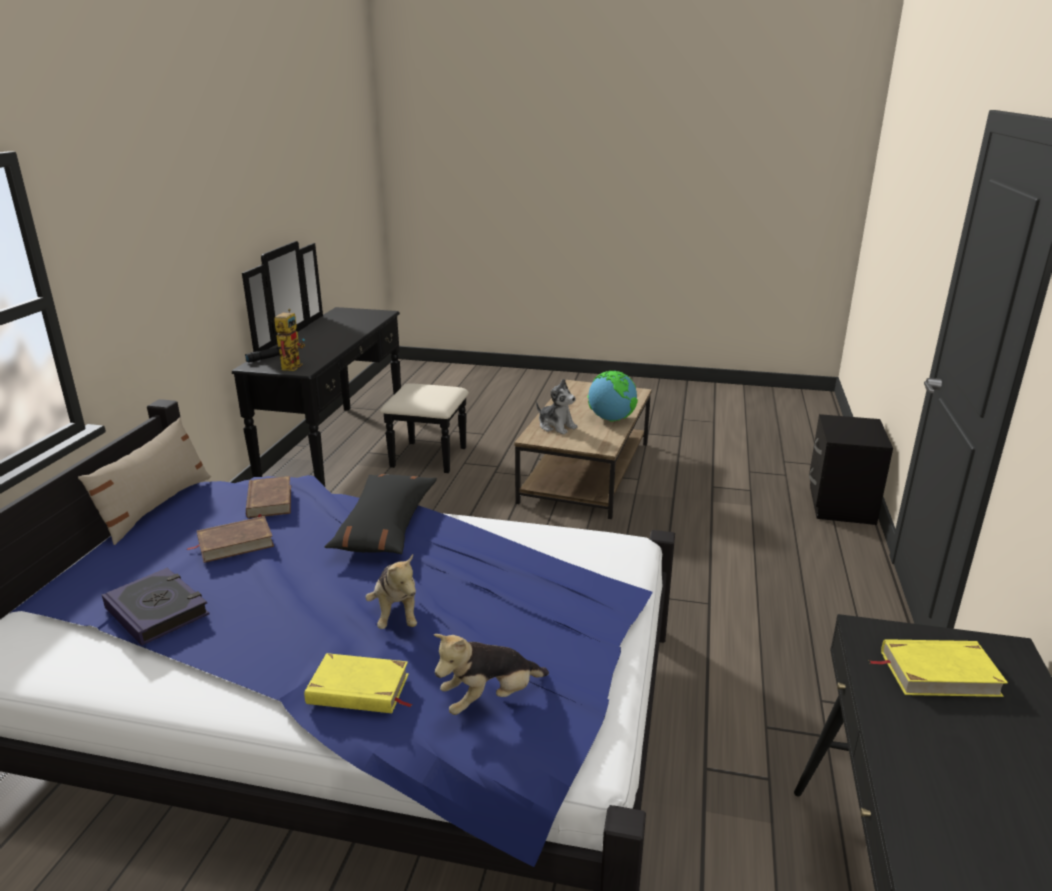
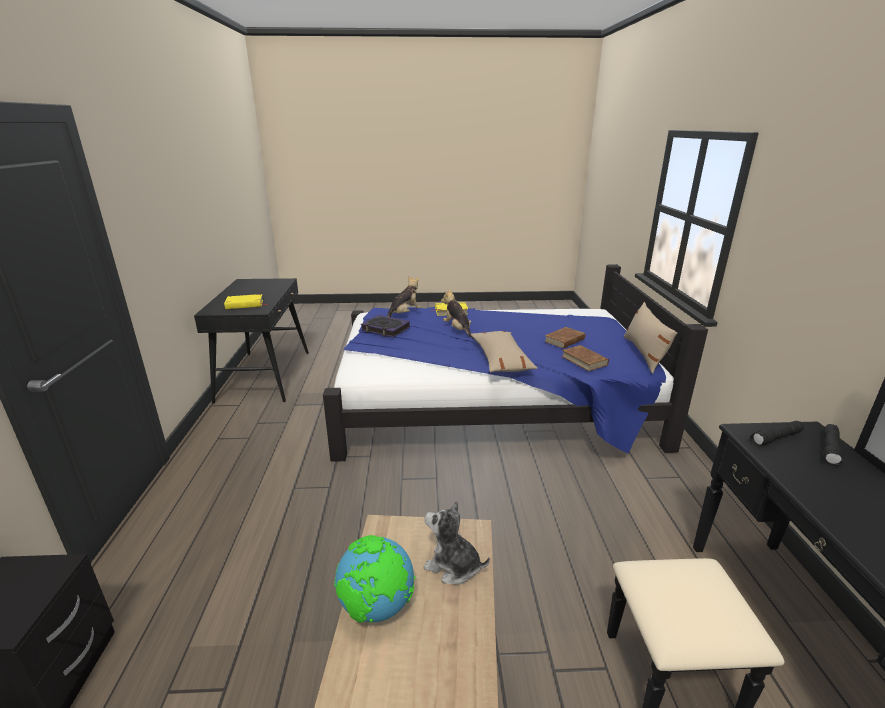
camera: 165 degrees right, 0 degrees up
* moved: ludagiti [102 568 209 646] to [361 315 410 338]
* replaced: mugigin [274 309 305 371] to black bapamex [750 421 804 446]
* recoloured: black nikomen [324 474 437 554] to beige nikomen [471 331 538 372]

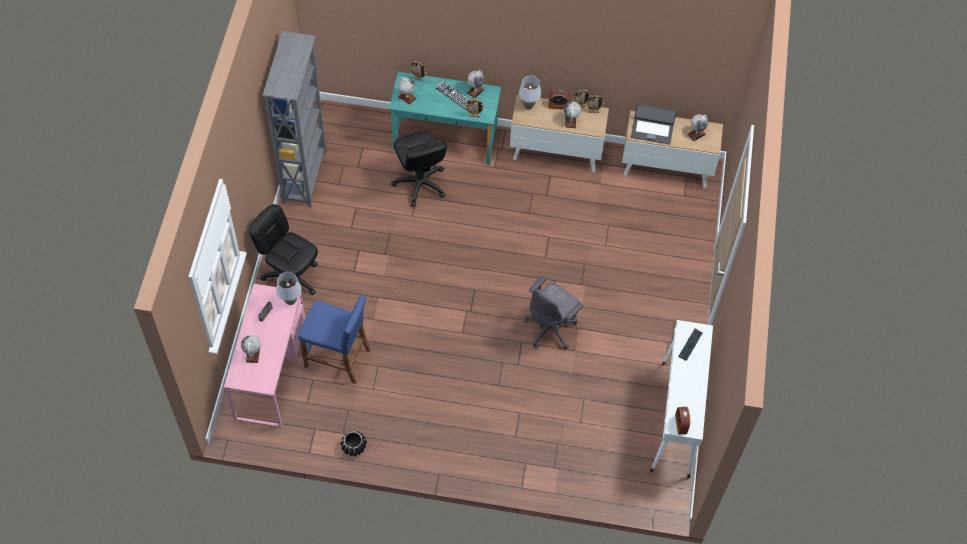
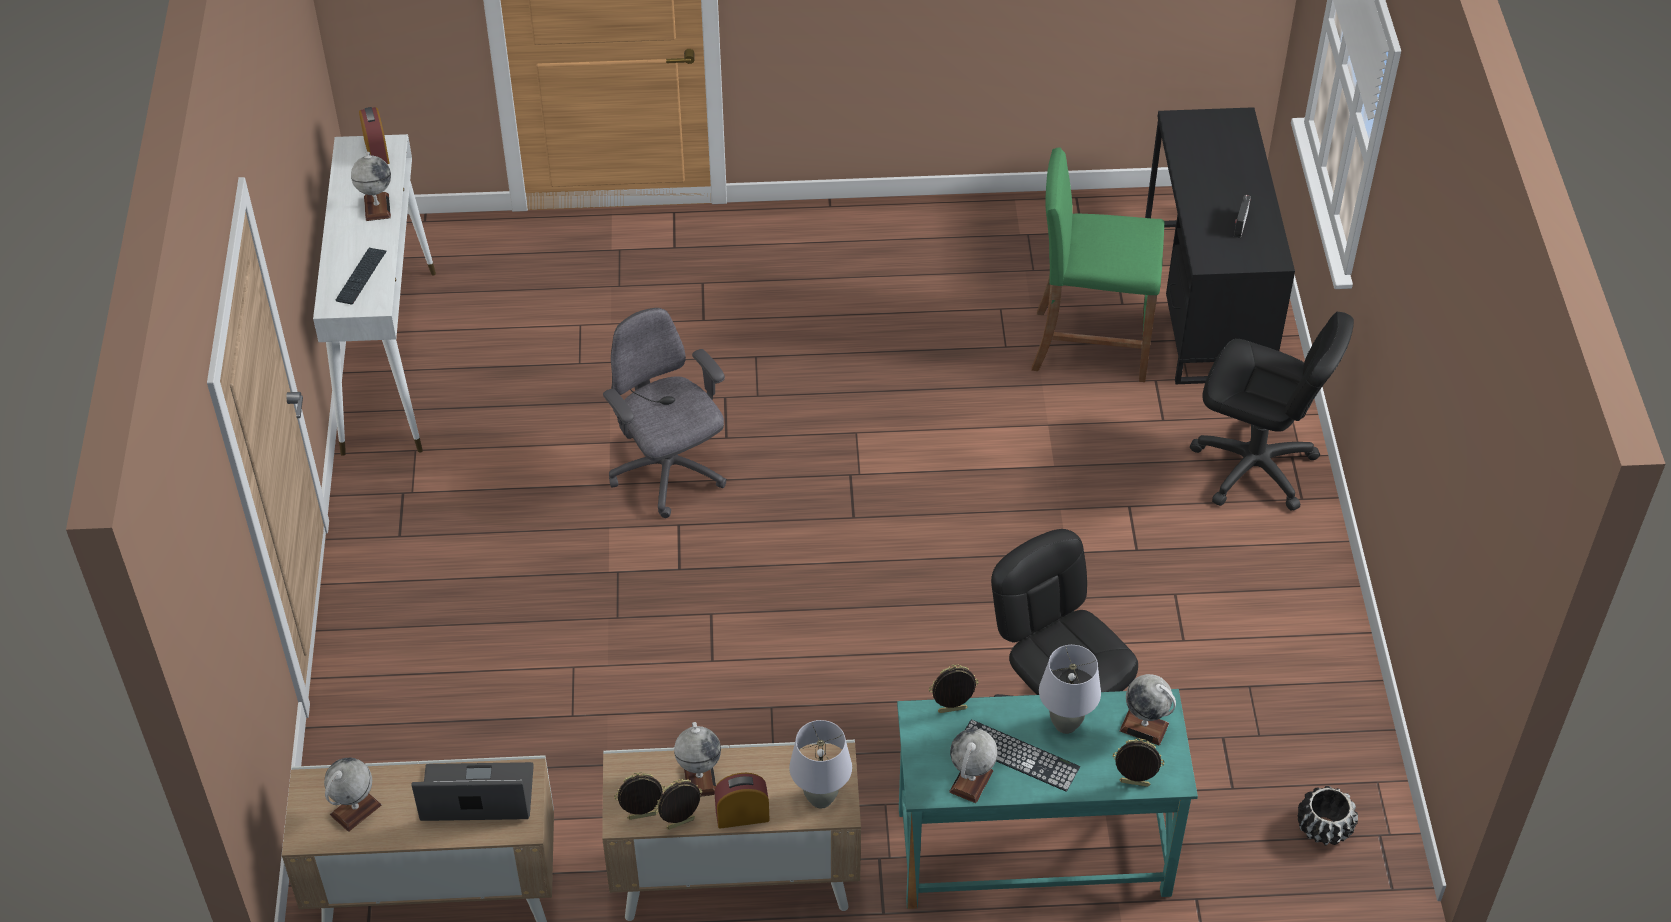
camera: 170 degrees right, 10 degrees down
* removed: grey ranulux [263 31 326 207]
* moved: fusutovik [241 335 261 363] to [351 152 391 221]
* moved: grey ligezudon [276 272 301 305] to [1039 645 1101 734]
* moved: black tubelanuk [341 431 367 456] to [1298 786 1358 846]
* recoloured: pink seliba [224 284 306 428] to black seliba [1145 107 1295 384]
* recoloured: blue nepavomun [298 295 371 384] to green nepavomun [1031 147 1165 382]
* turned: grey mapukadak [523 276 583 349] = [603 308 727 518] 60 degrees counterclockwise

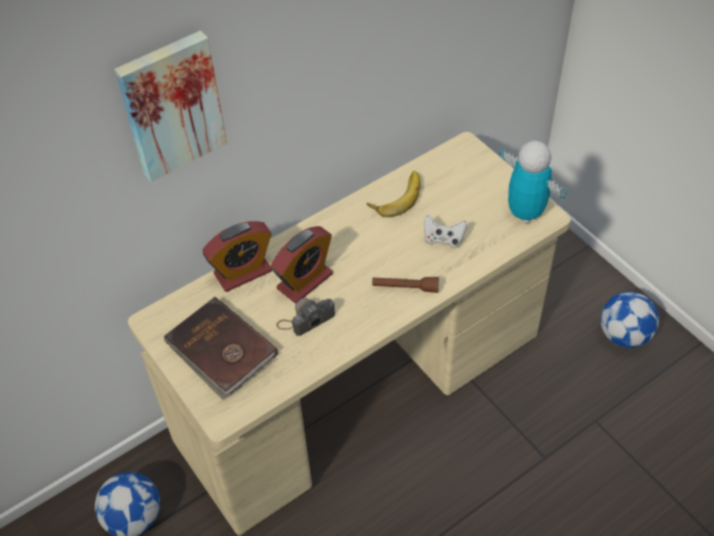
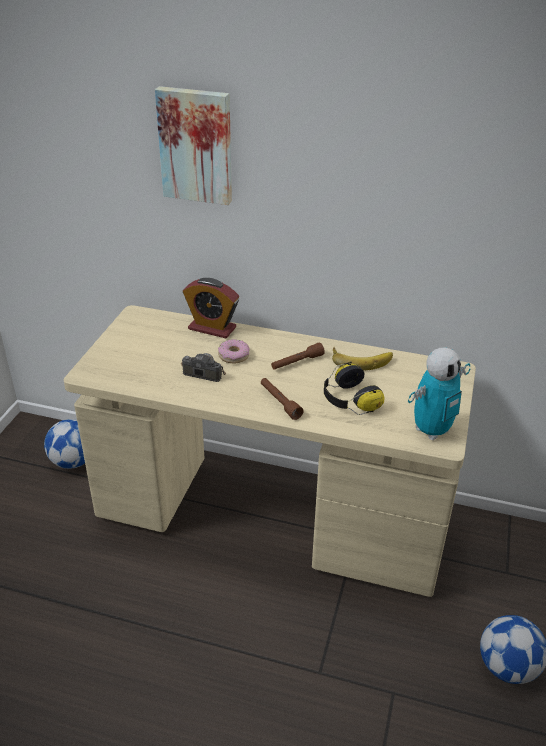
camera: 50 degrees right, 15 degrees down
* removed: brown ludagiti [163 297 278 400]
* added: brown bapamex [271 342 325 370]
* replaced: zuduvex [271 226 333 303] to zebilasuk [218 339 249 363]
* replaced: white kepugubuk [424 215 467 248] to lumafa [324 362 385 415]
* turned: mugigin [499 141 567 224] = [408 348 471 440] 45 degrees clockwise

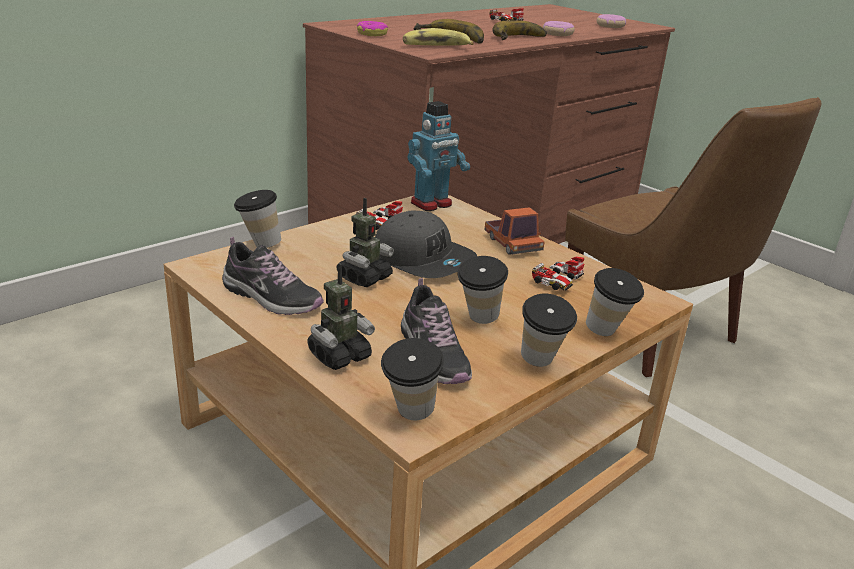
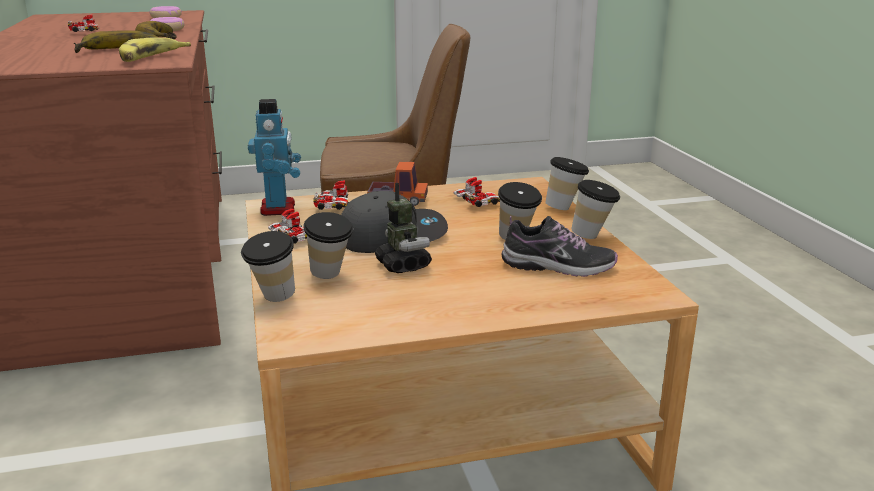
camera: 60 degrees left, 5 degrees down
* removed: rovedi [222 237 324 315]
* removed: mugigin [307 263 375 370]
* removed: zebilasuk [357 21 388 36]
* added: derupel [313 180 349 210]
* moved: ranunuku [381 338 444 420] to [303 212 353 279]

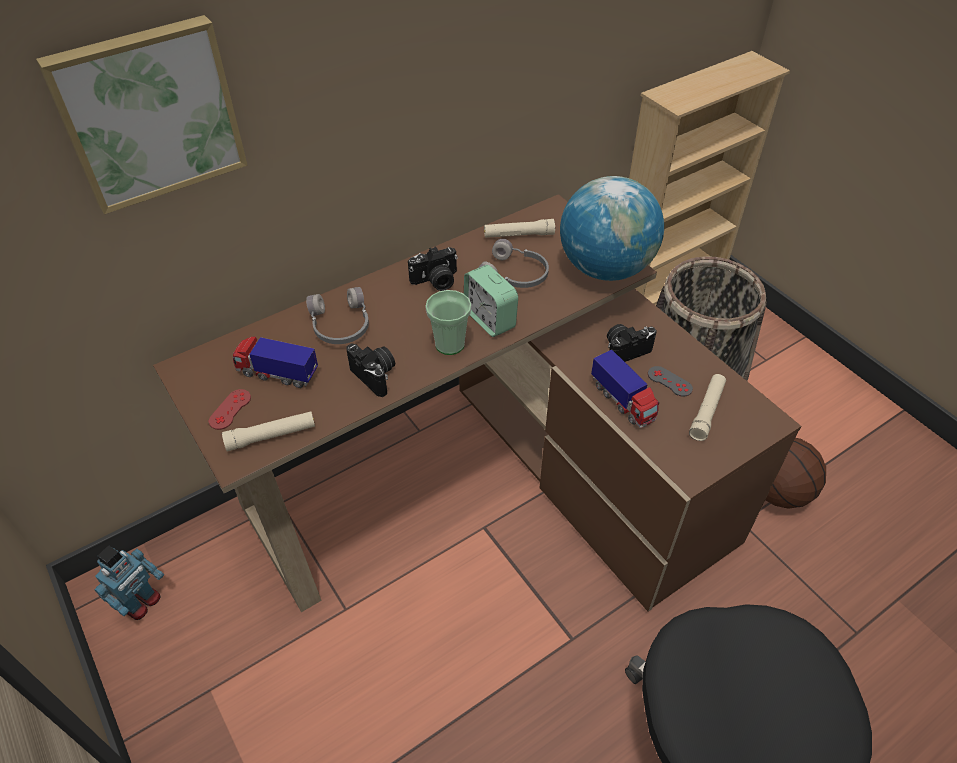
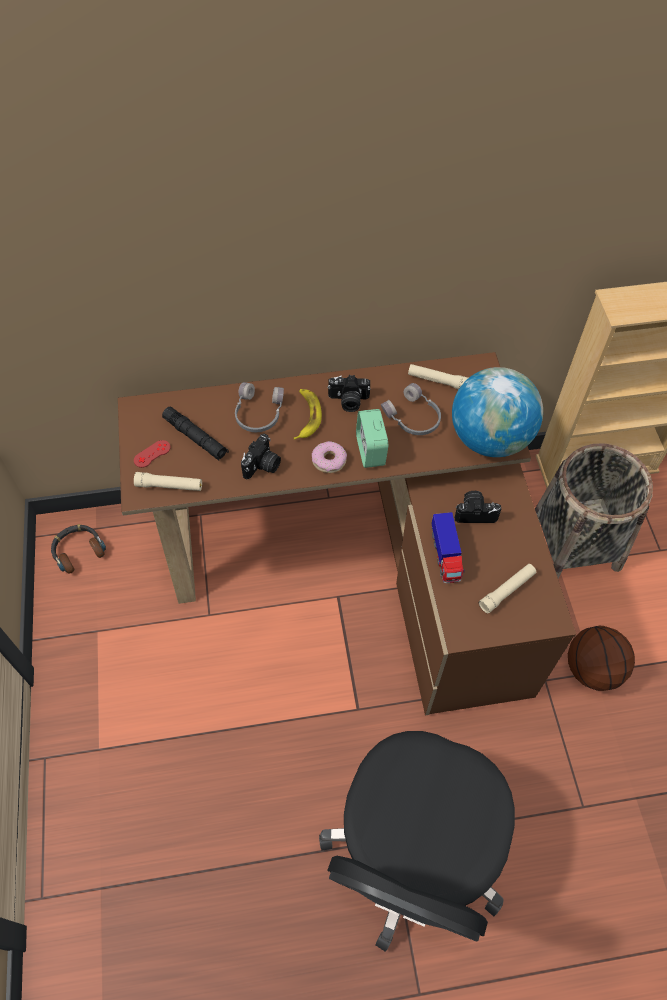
camera: 25 degrees right, 10 degrees up
* removed: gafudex [36 15 248 214]
* removed: grey kepugubuk [648 366 693 397]
* added: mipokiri [293 389 322 440]
* replaced: mugigin [94 545 164 620] to lumafa [51 524 106 574]
* replaced: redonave [233 336 318 388] to black bapamex [162 406 229 461]
* replaced: ranunuku [425 290 471 355] to zebilasuk [312 441 347 473]
* turned: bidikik [347 343 395 397] = [241 433 281 479] 45 degrees clockwise

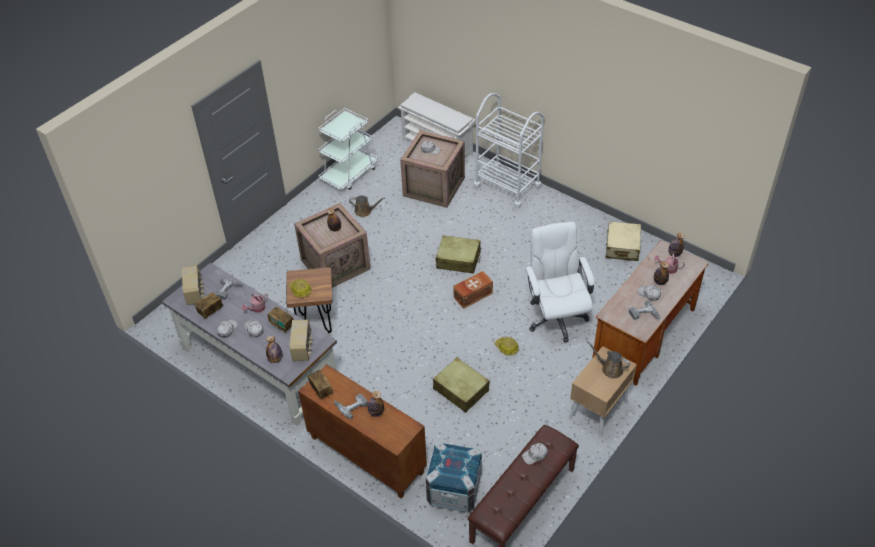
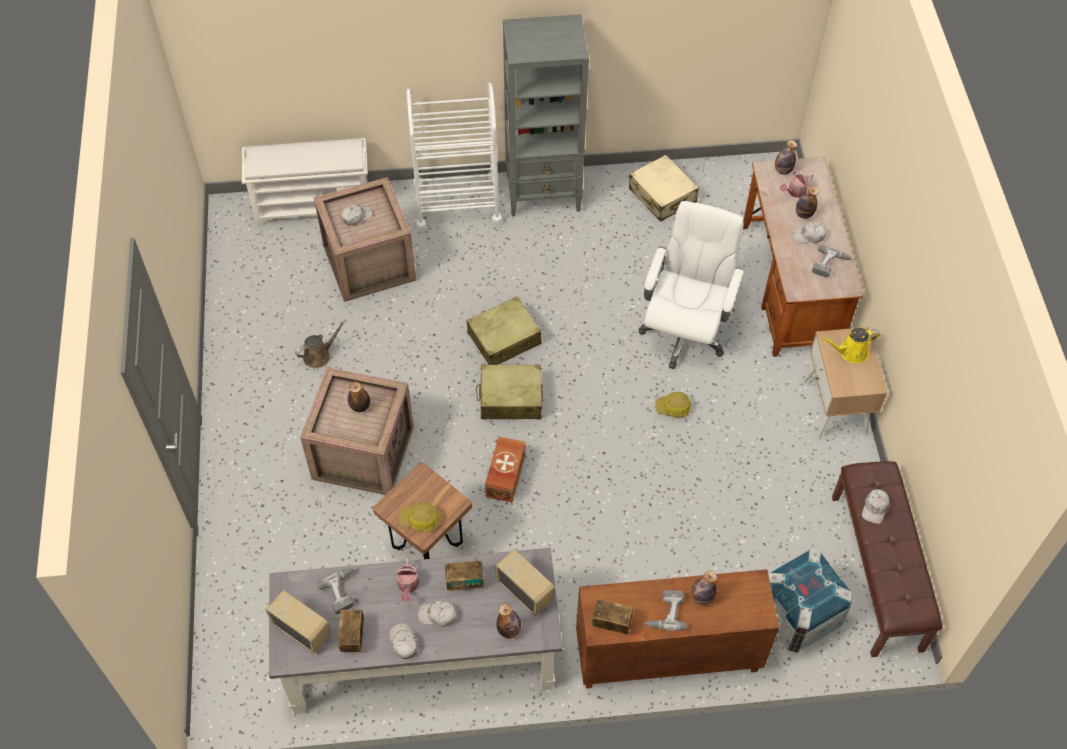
camera: 45 degrees left, 10 degrees up
* removed: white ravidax [318 108 378 190]
* added: grey ranulux [503 14 589 217]
* moved: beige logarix [433 358 490 413] to [476 364 543 419]
* moved: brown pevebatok [453 271 493 308] to [485 437 526 503]
* recoloured: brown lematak [587 342 630 378] to yellow lematak [821 327 880 363]
* turned: white mapukadak [525 222 595 342] = [639 201 744 369] 75 degrees clockwise

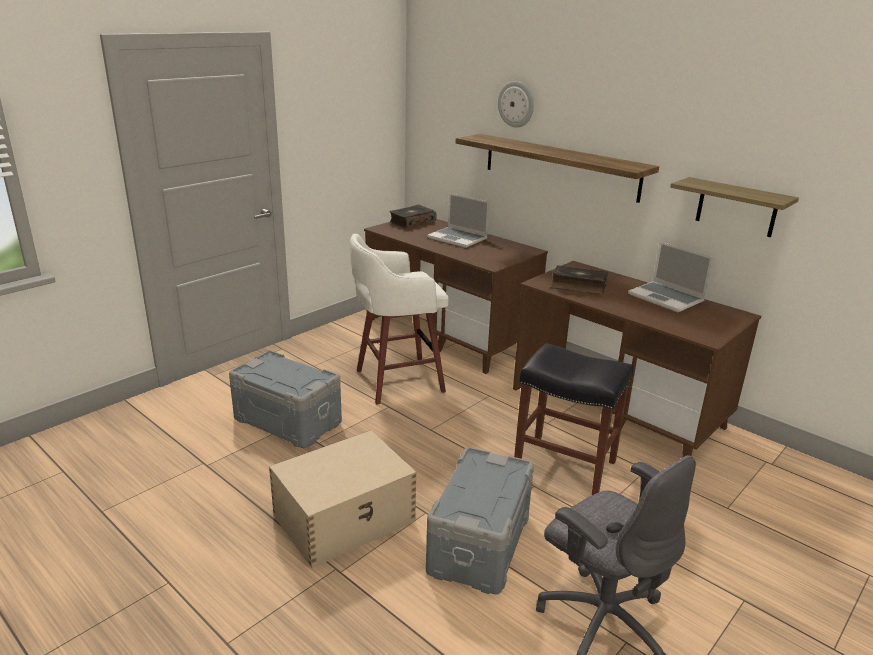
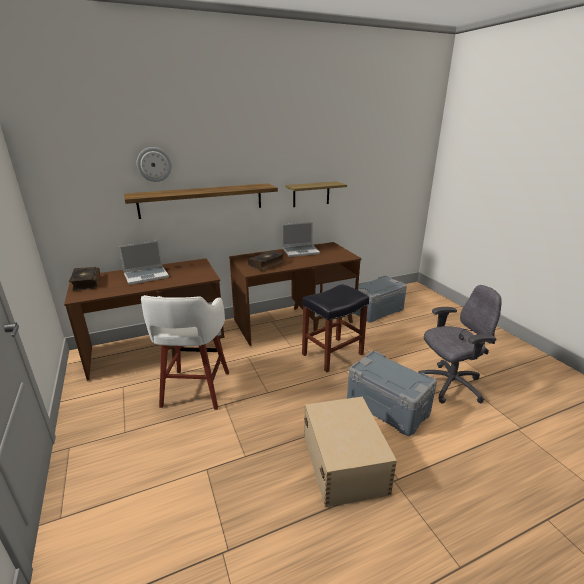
camera: 65 degrees left, 0 degrees up
* moved: grey pevebatok [229 350 342 448] to [353 276 407 322]

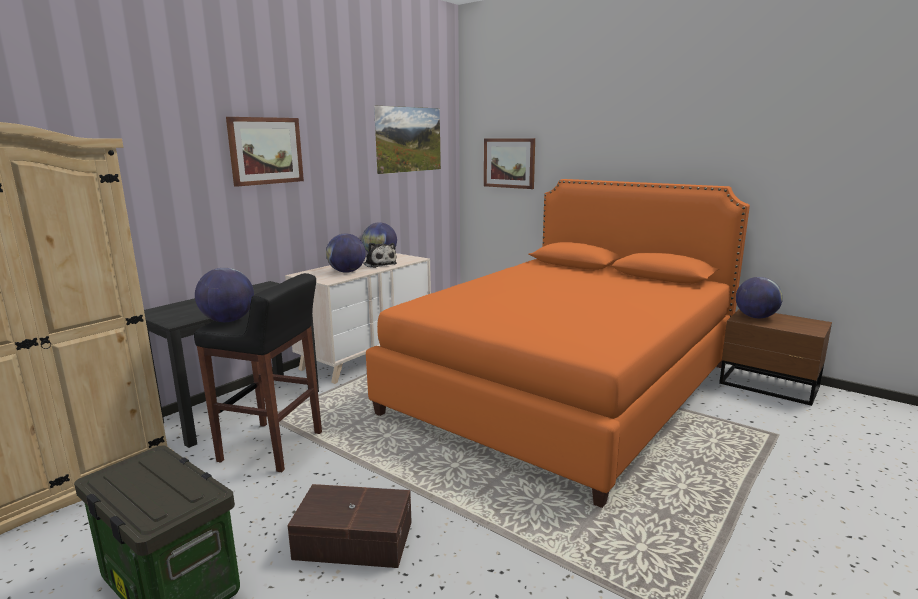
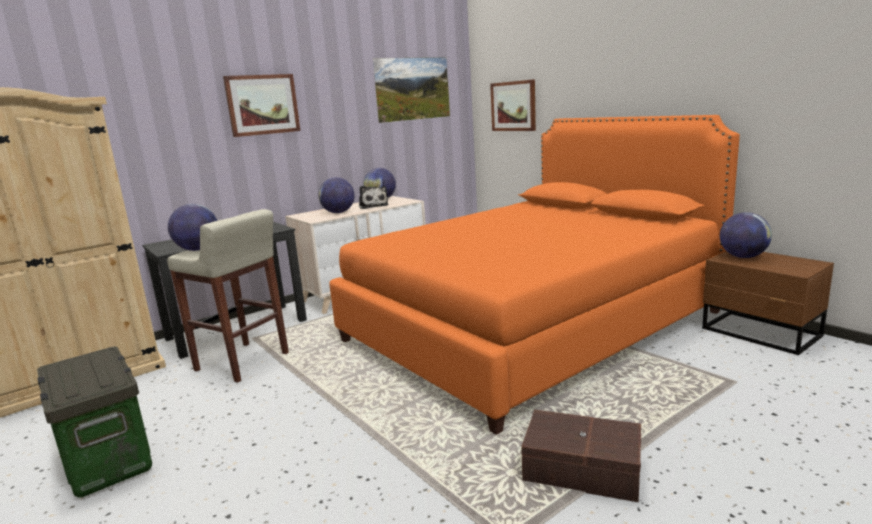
camera: 15 degrees right, 0 degrees up
* moved: brown pevebatok [287 484 412 568] to [521 410 642 502]
* recoloured: black nepavomun [194 273 322 472] to beige nepavomun [167 209 289 382]

